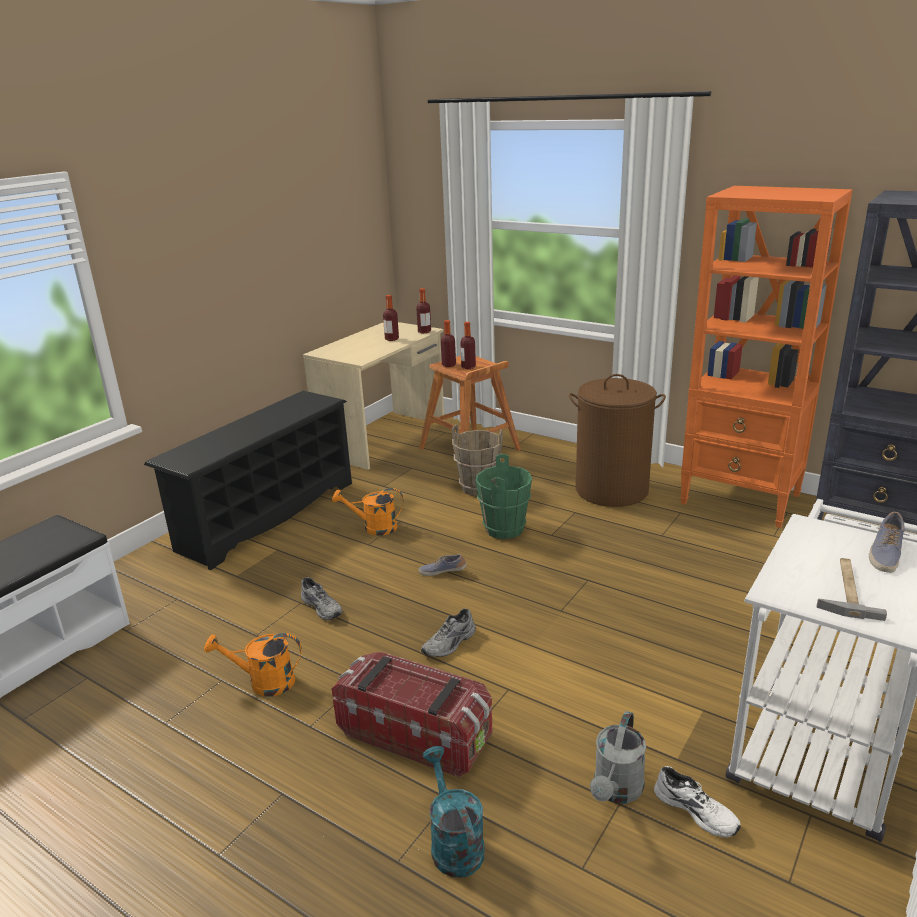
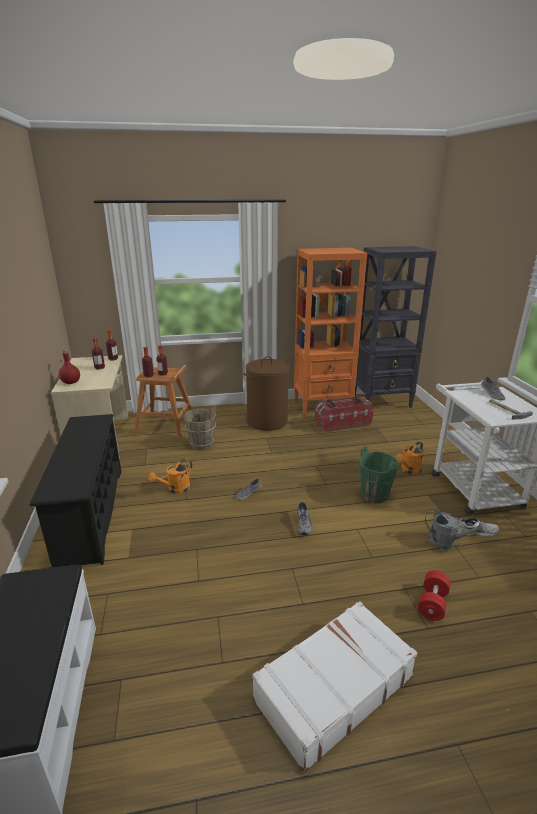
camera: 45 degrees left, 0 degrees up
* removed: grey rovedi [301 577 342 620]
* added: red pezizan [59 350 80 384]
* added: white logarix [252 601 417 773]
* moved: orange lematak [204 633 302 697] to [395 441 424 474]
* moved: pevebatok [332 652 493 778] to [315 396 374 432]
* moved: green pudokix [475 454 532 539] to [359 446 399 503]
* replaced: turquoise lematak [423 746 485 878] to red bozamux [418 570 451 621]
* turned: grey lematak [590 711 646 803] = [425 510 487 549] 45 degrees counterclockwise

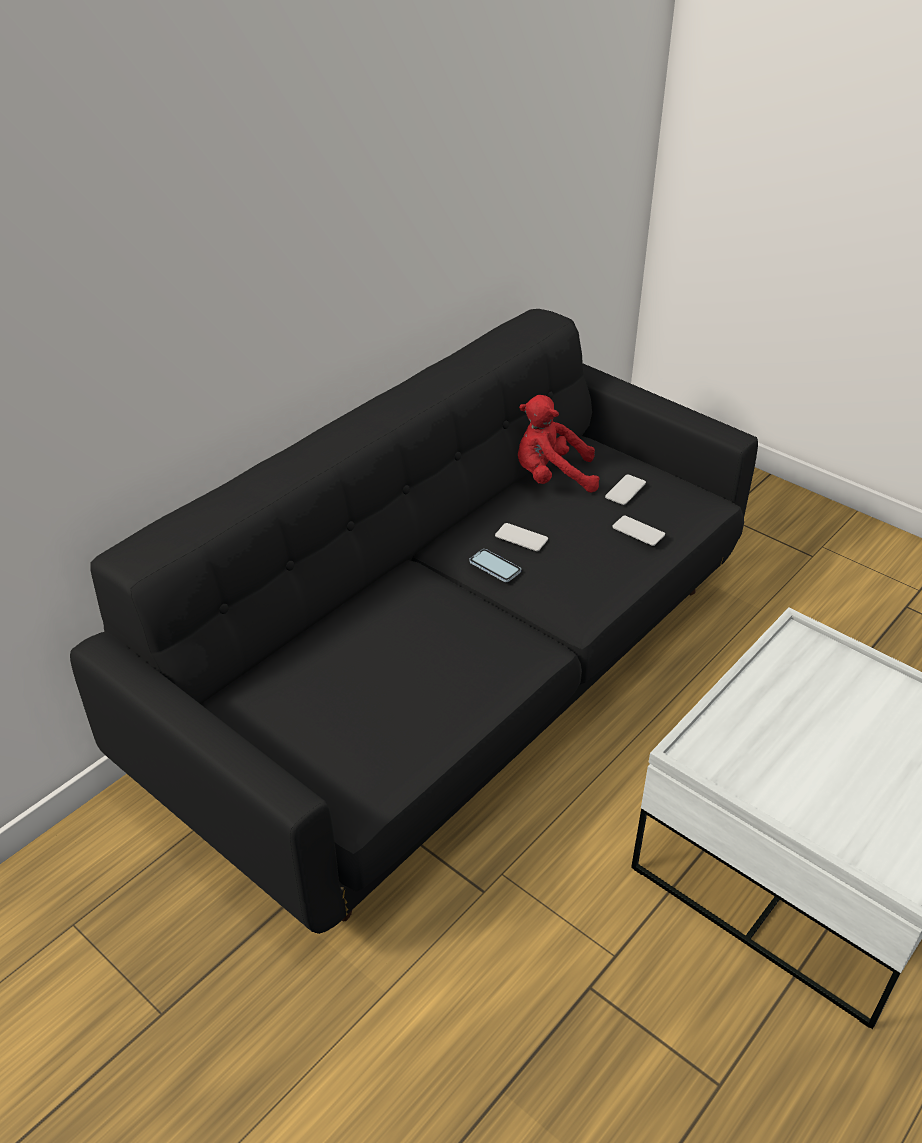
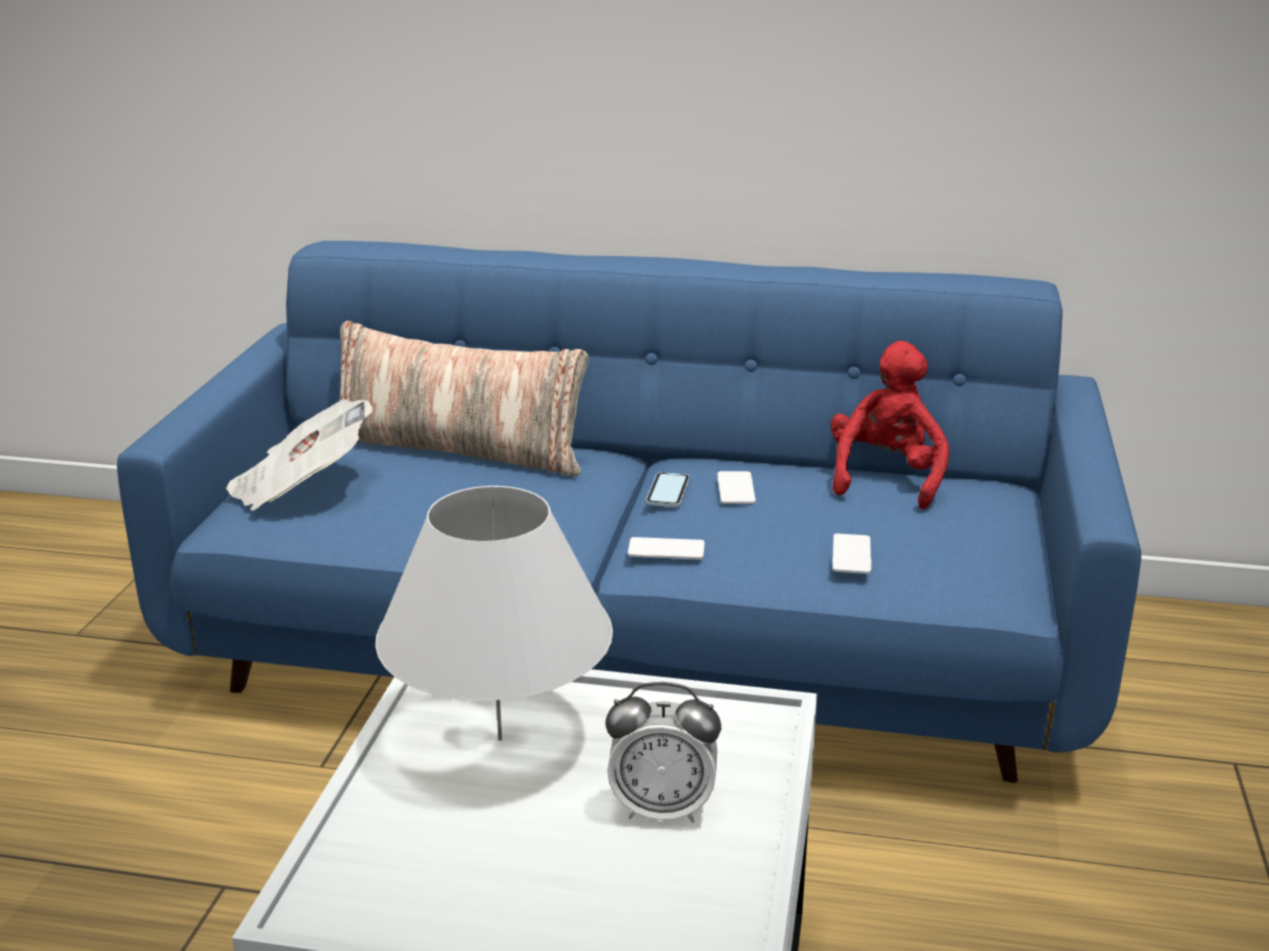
camera: 60 degrees right, 15 degrees down
* added: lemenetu [226 399 373 511]
* added: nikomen [340 321 589 477]
* added: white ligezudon [375 486 613 741]
* added: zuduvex [605 682 721 823]
* moved: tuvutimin [605 474 646 505] to [628 537 705 560]
* recoloured: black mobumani [70 309 758 934] to blue mobumani [117 241 1141 783]
* turned: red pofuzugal [518 395 599 492] = [830 341 949 509] 45 degrees clockwise

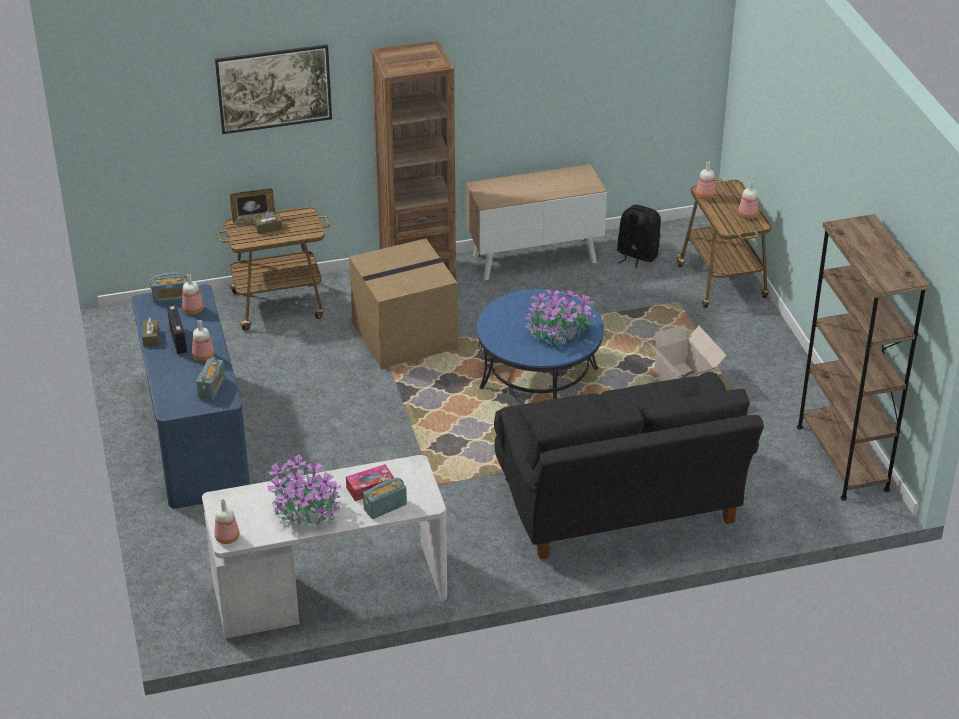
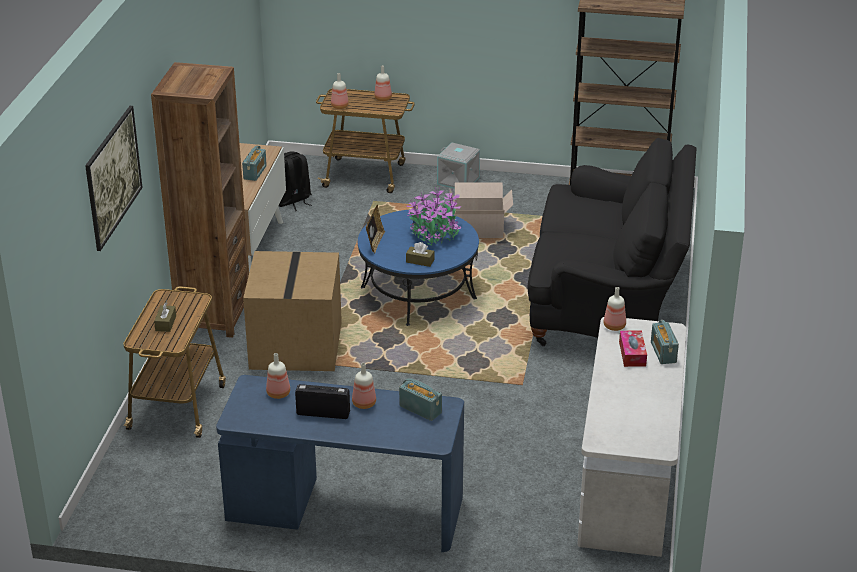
camera: 65 degrees left, 5 degrees down
* removed: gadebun [267 454 341 526]
* added: grey pevebatok [437 143 480 189]
* moved: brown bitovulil [142 318 159 347] to [406 242 434 267]
* moved: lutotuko [150 273 188 303] to [242 146 267 181]
* moved: pezizan [215 499 239 544] to [604 287 626 331]
* moved: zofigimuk [230 189 276 224] to [366 205 385 253]

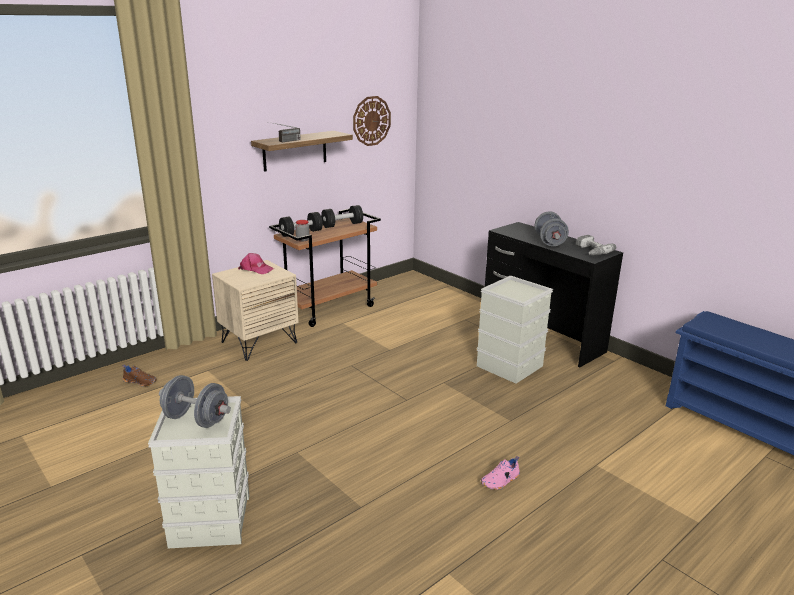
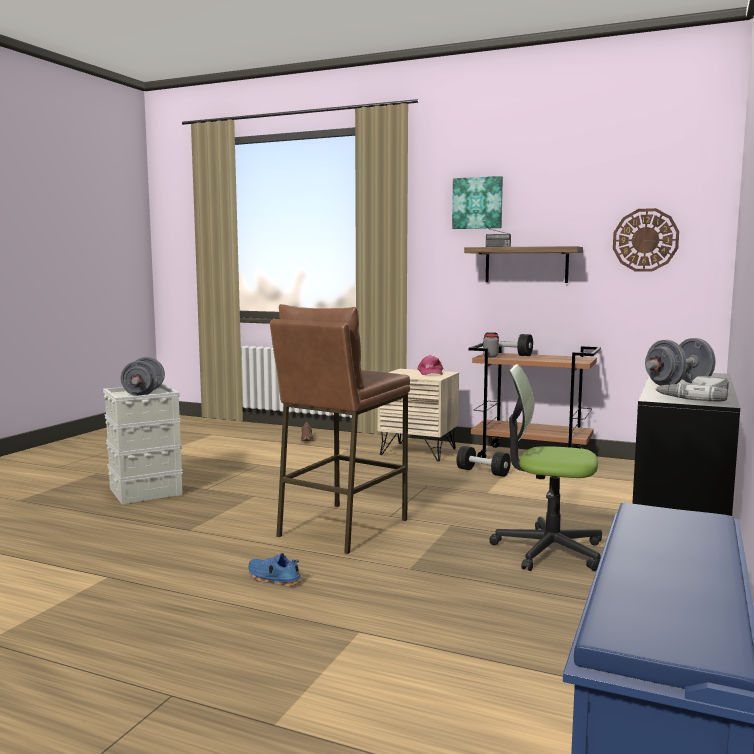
camera: 65 degrees right, 15 degrees down
* added: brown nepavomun [270 304 410 554]
* added: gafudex [452 176 503 229]
* moved: black bozamux [321 205 363 228] to [457 446 511 477]
* replaced: grey pevebatok [477 275 553 384] to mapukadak [489 364 602 571]
* recoloured: pink rovedi [481 456 520 490] to blue rovedi [248 553 302 587]

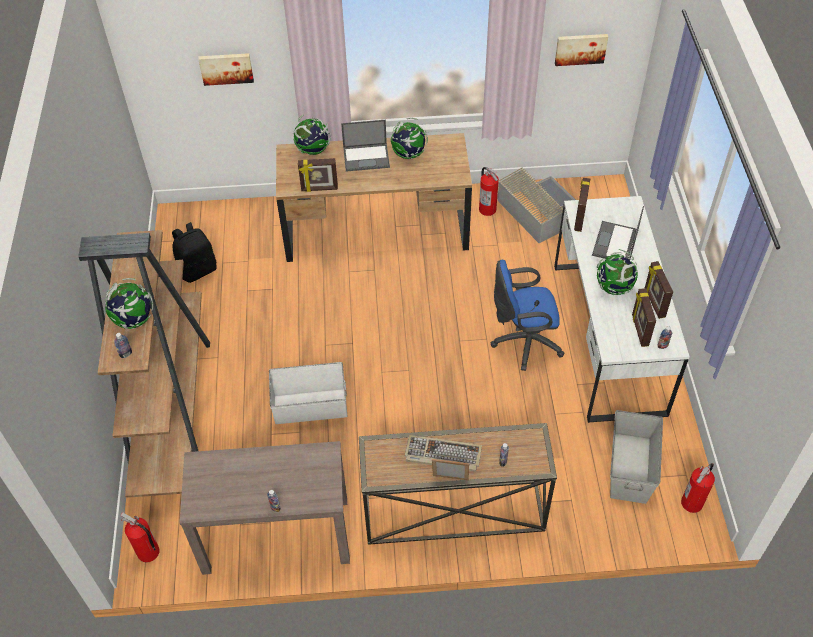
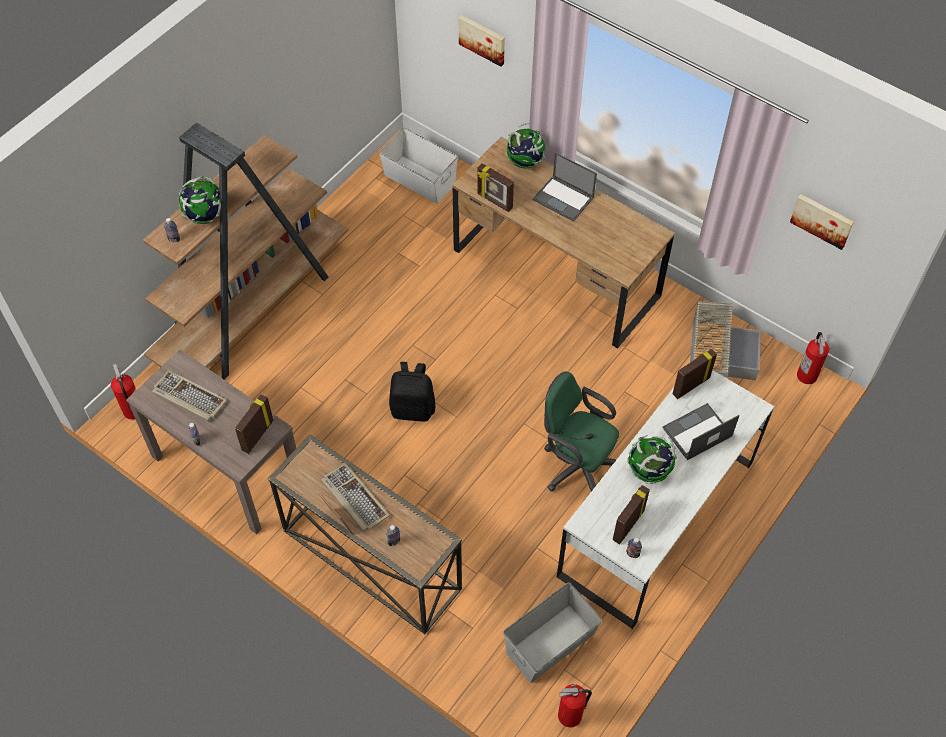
camera: 40 degrees right, 5 degrees up
* removed: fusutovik [391 118 428 159]
* added: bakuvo [152 370 227 421]
* moved: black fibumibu [172 222 217 283] to [389 362 435 421]
* moved: white pevebatok [269 362 347 424] to [379 128 458 204]
* moved: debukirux [479 167 499 216] to [797 332 829 384]
* moved: zofigimuk [645 261 673 319] to [235 394 273 454]
* recoloured: blue mapukadak [491 260 565 371] to green mapukadak [544 371 619 492]

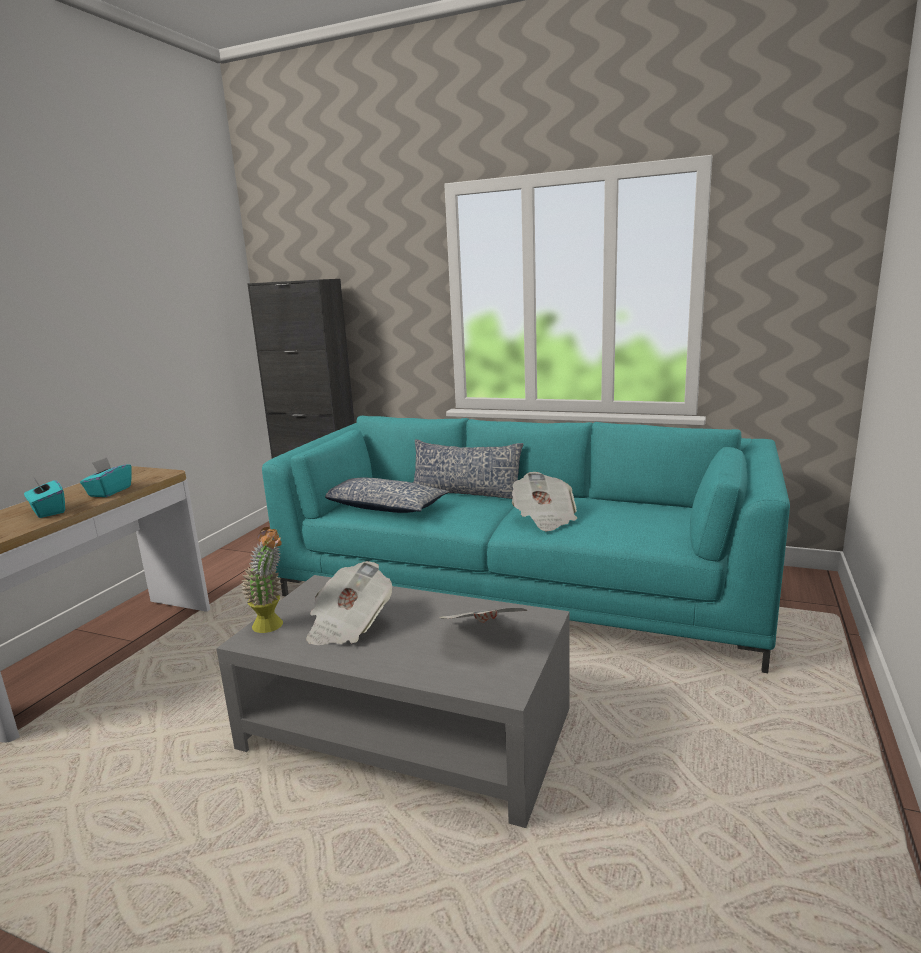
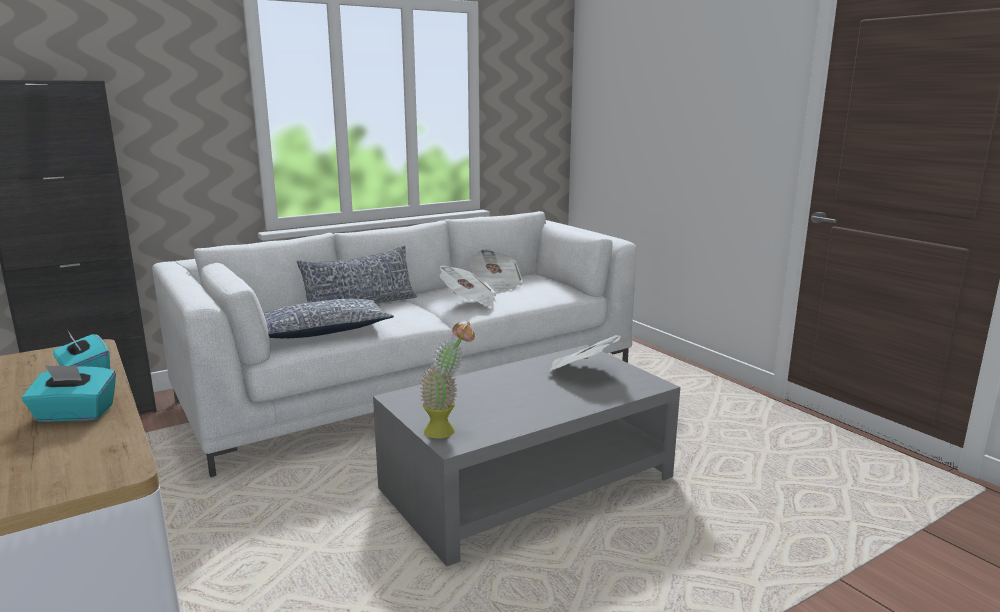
camera: 55 degrees left, 0 degrees up
* moved: lemenetu [306 561 392 645] to [470 249 523 293]
* recoloured: turquoise mobumani [262 416 790 673] to white mobumani [152 211 637 477]

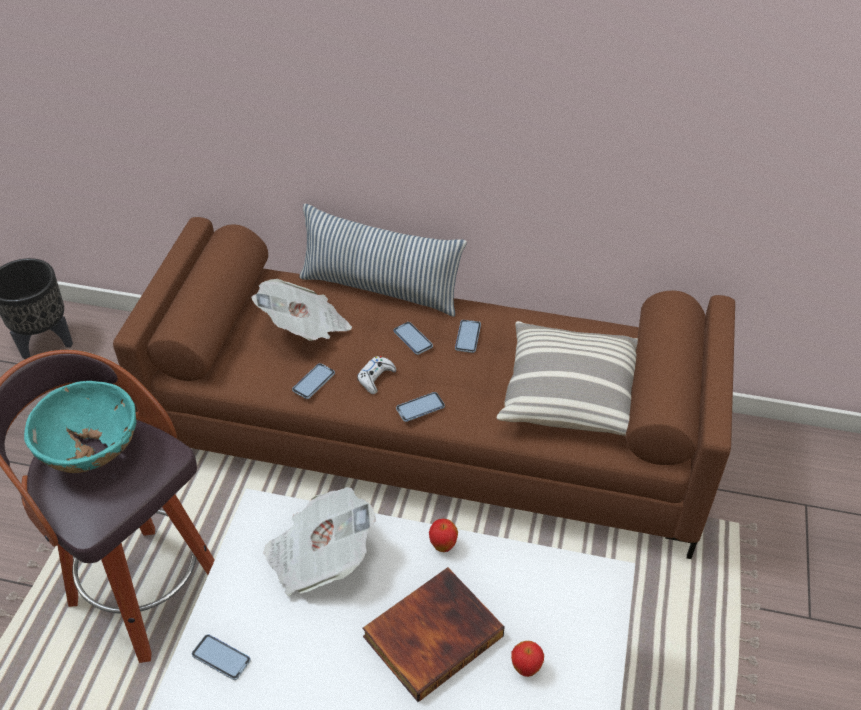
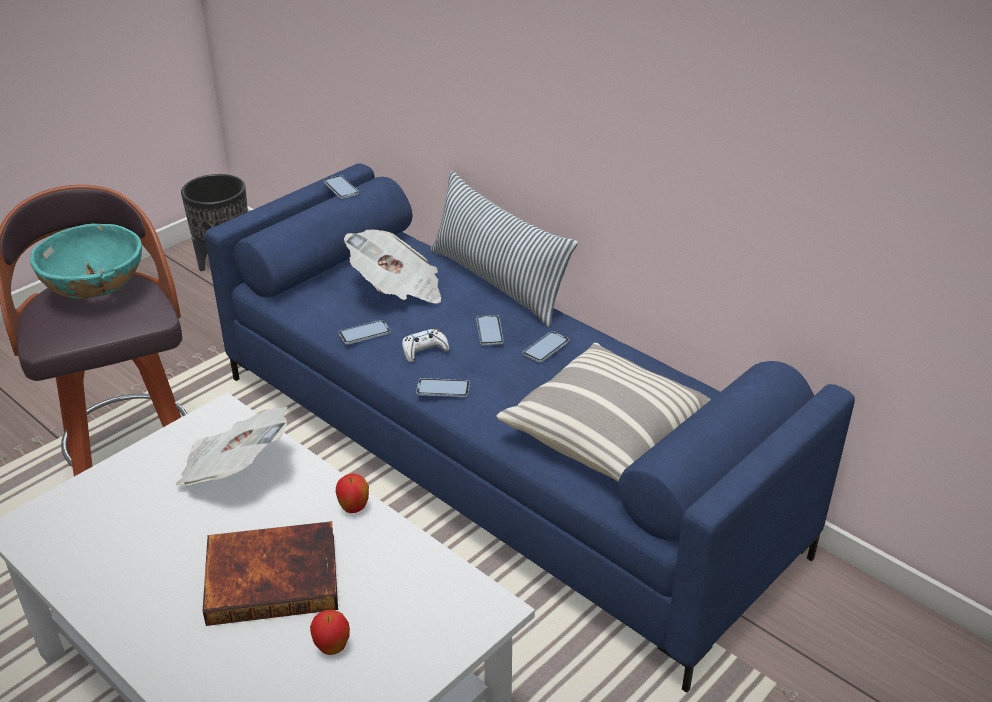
camera: 30 degrees right, 10 degrees down
* moved: tuvutimin [192 634 251 680] to [323 175 359 199]
* recoloured: brown mobumani [113 217 735 559] to blue mobumani [205 164 855 693]

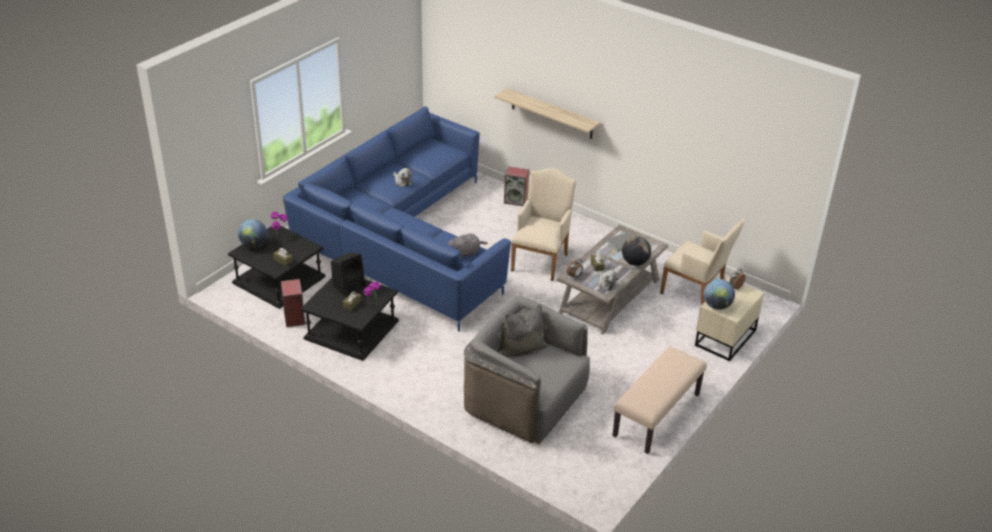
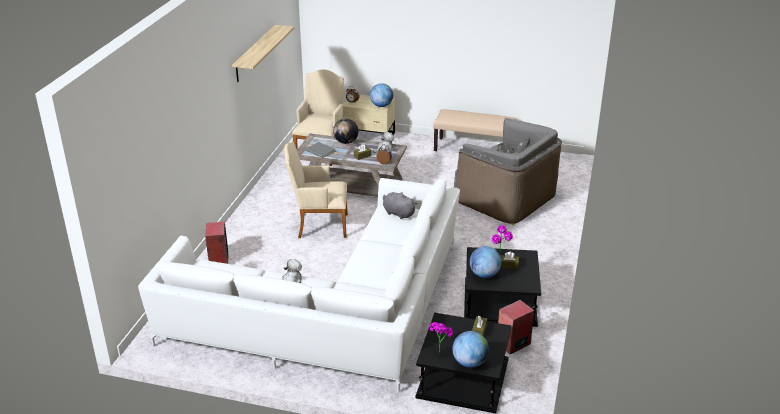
camera: 110 degrees left, 5 degrees down
* moved: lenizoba [494 88 600 139] to [232 25 294 82]
* replaced: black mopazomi [331 252 366 297] to fusutovik [470 246 502 278]
* recoloured: blue mobumani [283 106 511 332] to white mobumani [138 178 460 393]
* turned: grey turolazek [464 296 590 445] = [454 118 562 226] 60 degrees counterclockwise

